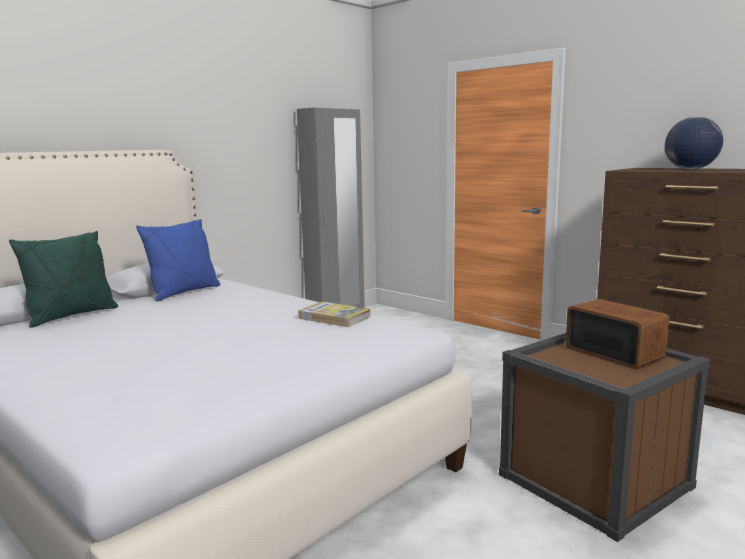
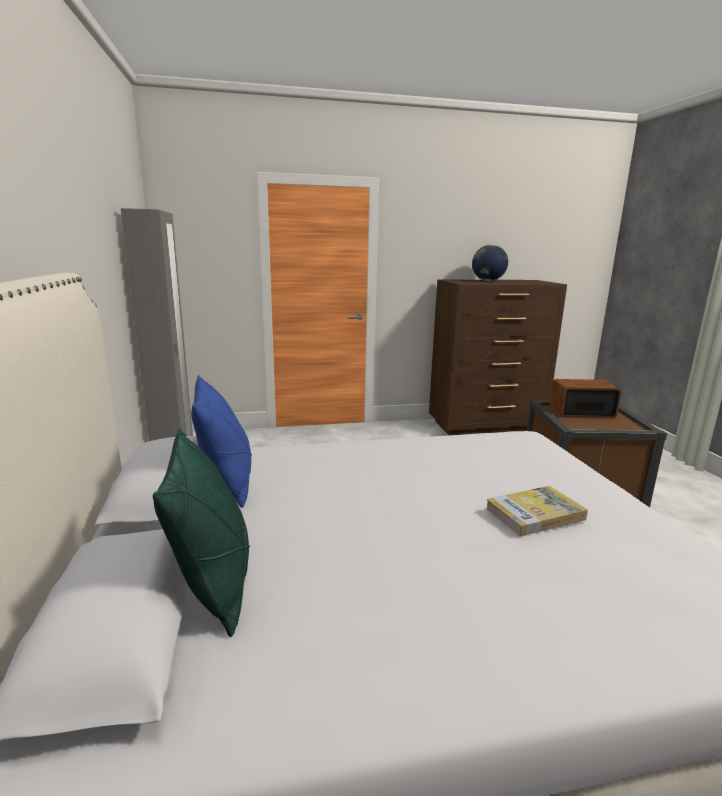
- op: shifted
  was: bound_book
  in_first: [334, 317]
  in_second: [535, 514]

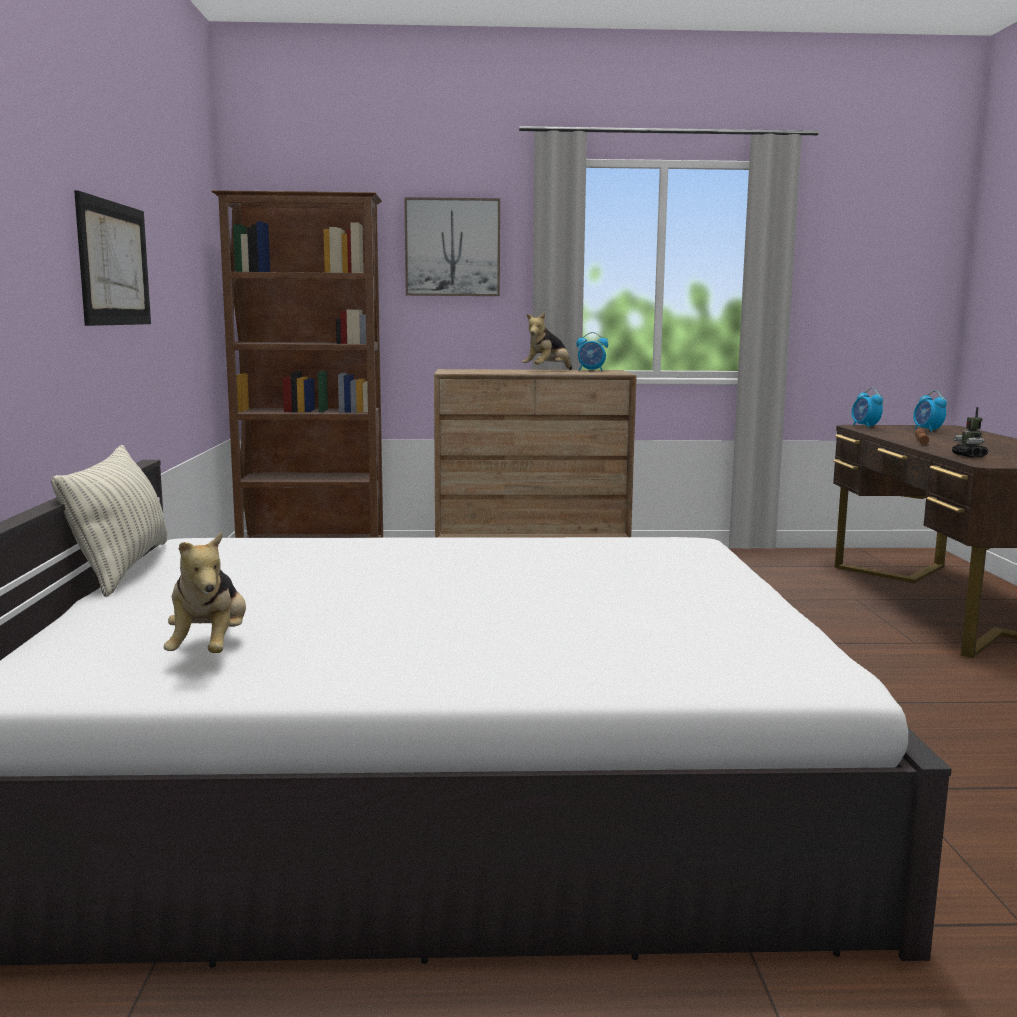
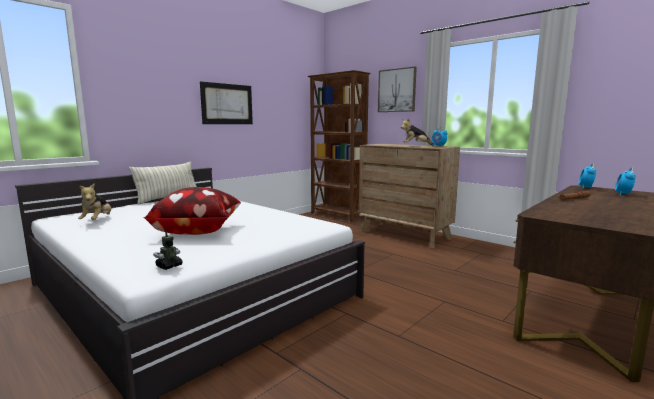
- op: new
  now: throw_pillow
  in_second: [197, 231]
- op: shifted
  was: toy_robot
  in_first: [969, 456]
  in_second: [169, 266]
- op: rotated
  was: plush_toy
  in_first: [210, 650]
  in_second: [97, 220]
  clockwise: -45

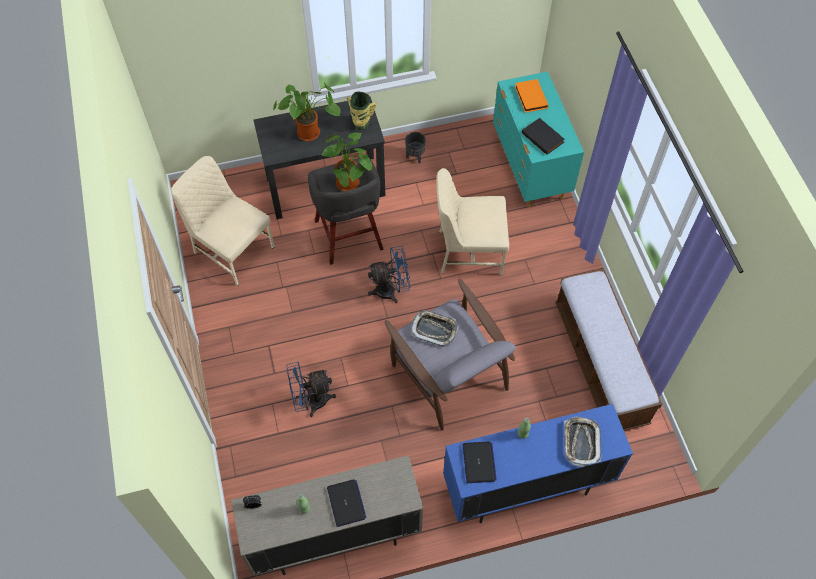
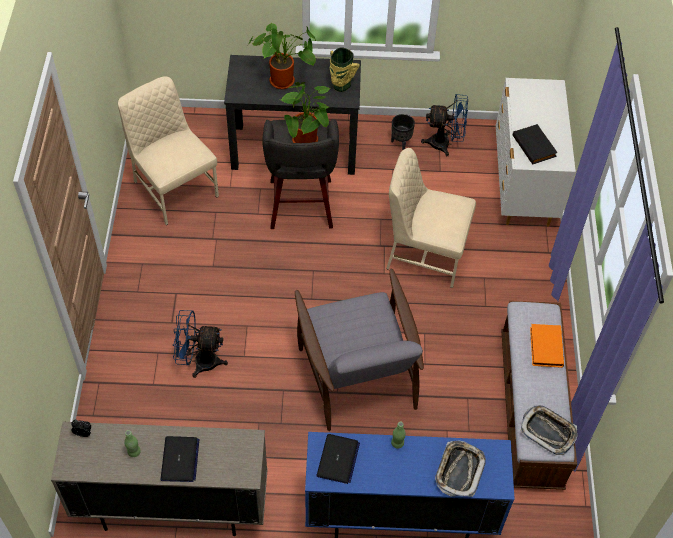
- op: shifted
  was: blue_fan
  in_first: [391, 290]
  in_second: [445, 144]
- op: shifted
  was: carrying_tray
  in_first: [434, 329]
  in_second: [548, 431]
- op: shifted
  was: orangey_bound_book
  in_first: [530, 97]
  in_second: [545, 347]
- op: repainted
  was: turquoise-coloured_chest_of_drawers
  now: whitish_chest_of_drawers
  in_first: [530, 169]
  in_second: [523, 186]

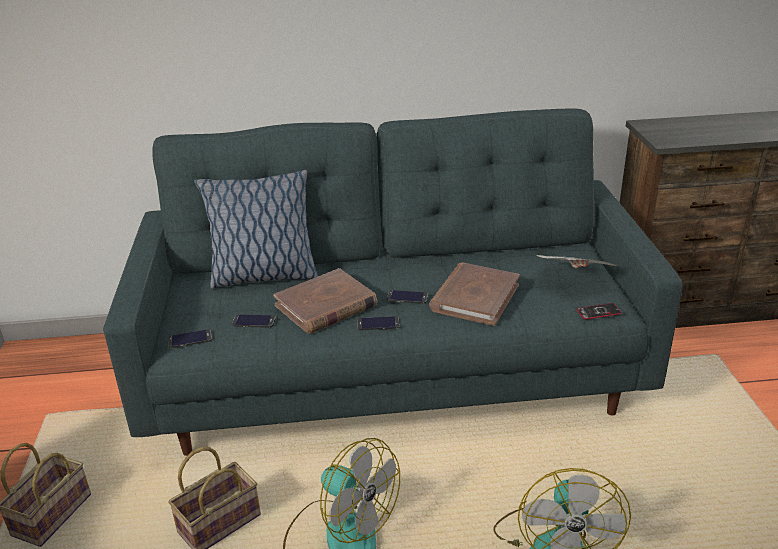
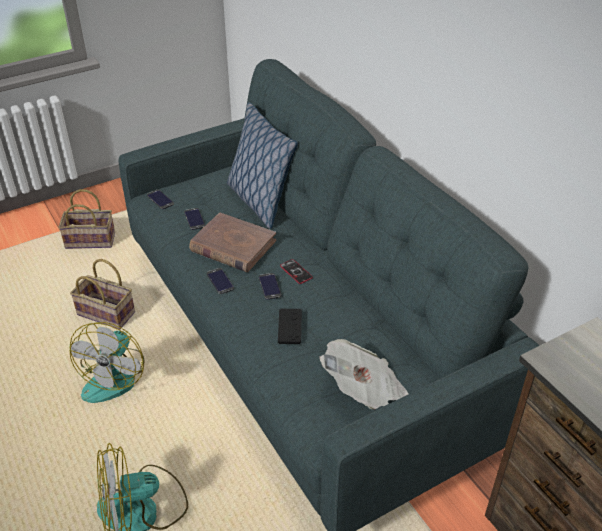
- op: shifted
  was: phone
  in_first: [598, 312]
  in_second: [296, 272]
- op: swapped
  was: brownish_bound_book
  now: blackish_game_controller
  in_first: [474, 297]
  in_second: [290, 327]

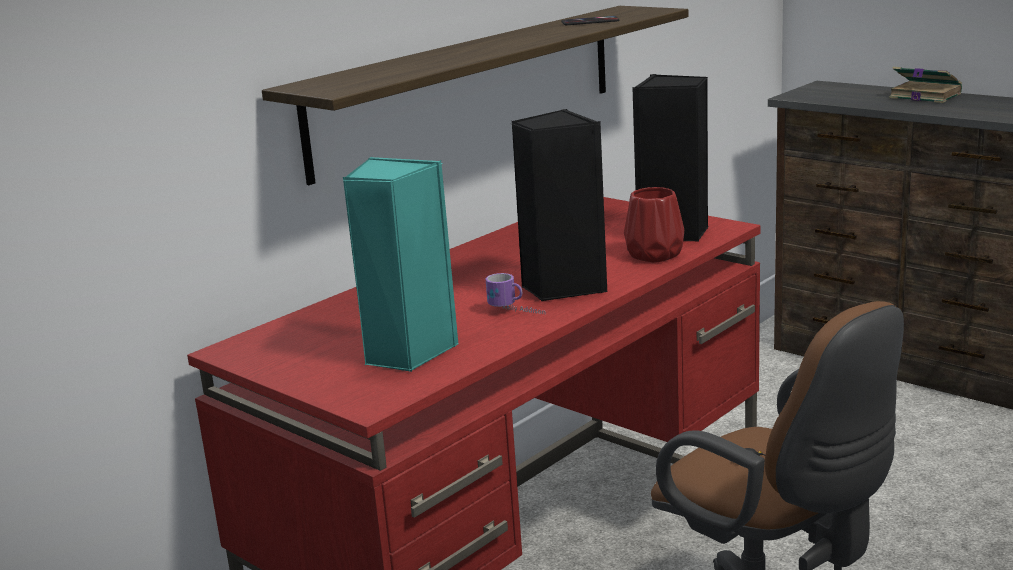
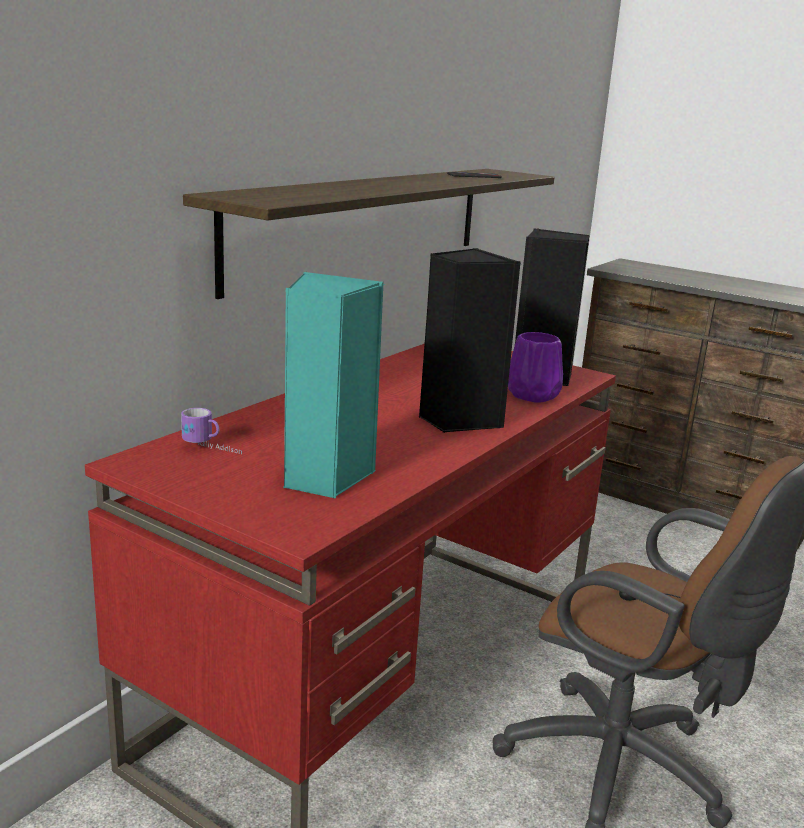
- op: gone
  was: bound_book
  in_first: [923, 96]
- op: shifted
  was: mug
  in_first: [517, 312]
  in_second: [212, 449]
- op: repainted
  was: red-coloured_decorative_vase
  now: purplish_decorative_vase
  in_first: [655, 255]
  in_second: [534, 395]

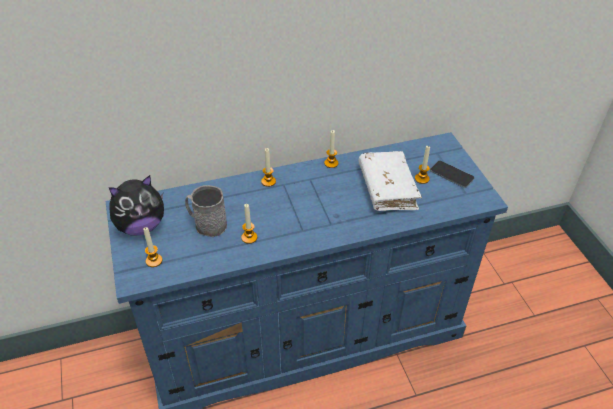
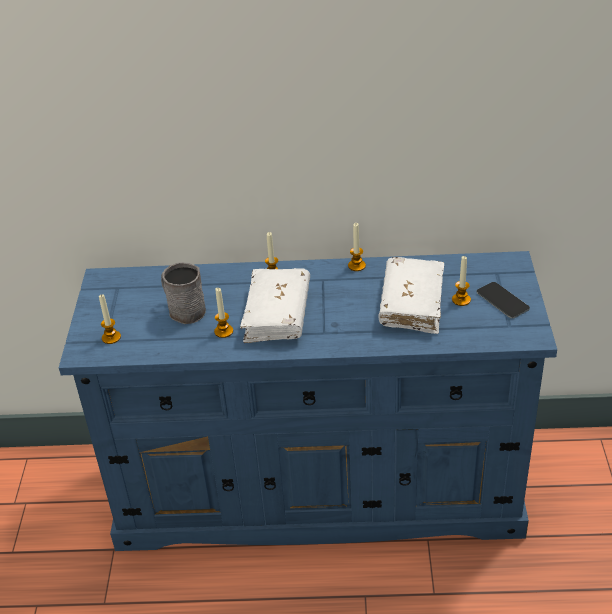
- op: gone
  was: plush_toy
  in_first: [141, 226]
- op: new
  now: whitish_bound_book
  in_second: [277, 314]

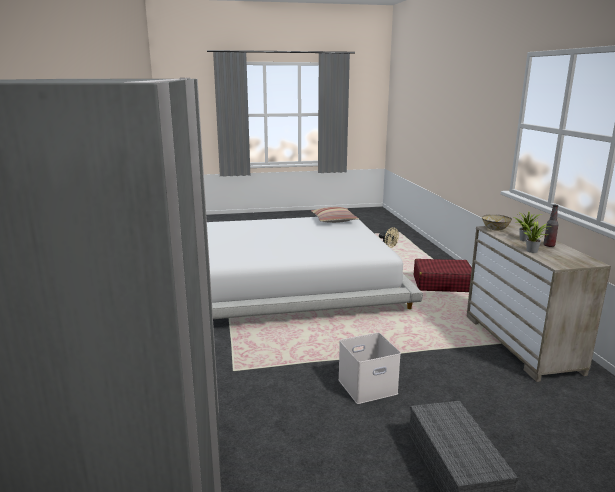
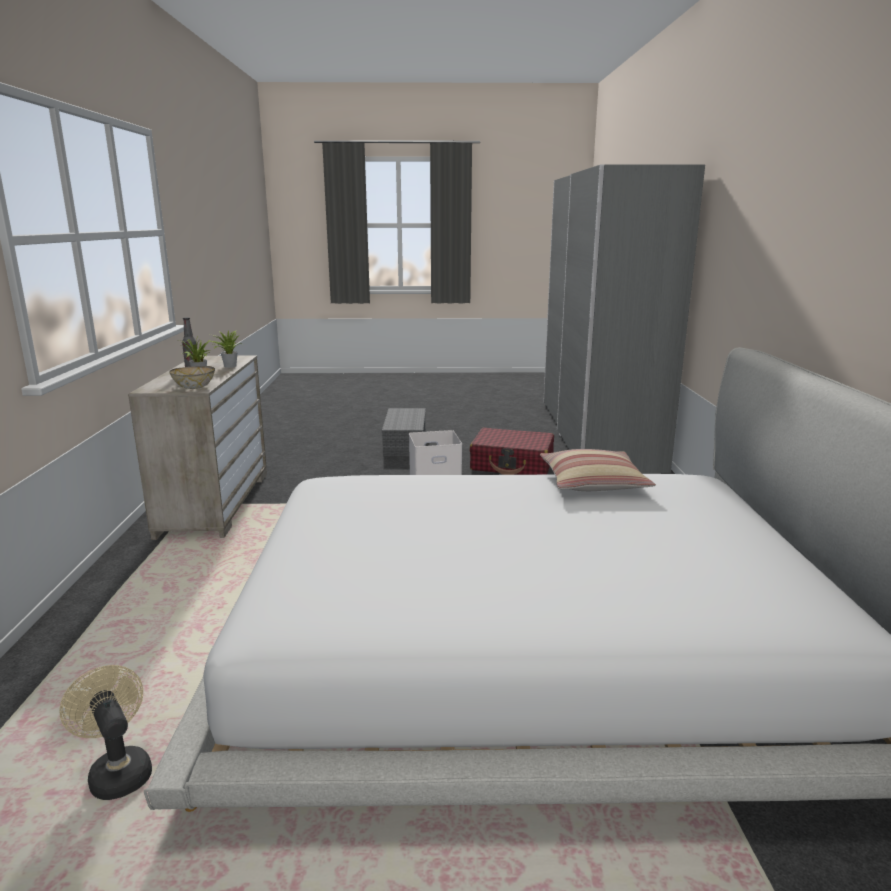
- op: shifted
  was: throw_pillow
  in_first: [334, 220]
  in_second: [593, 483]
- op: shifted
  was: red-coloured_piece_of_luggage
  in_first: [442, 284]
  in_second: [512, 464]

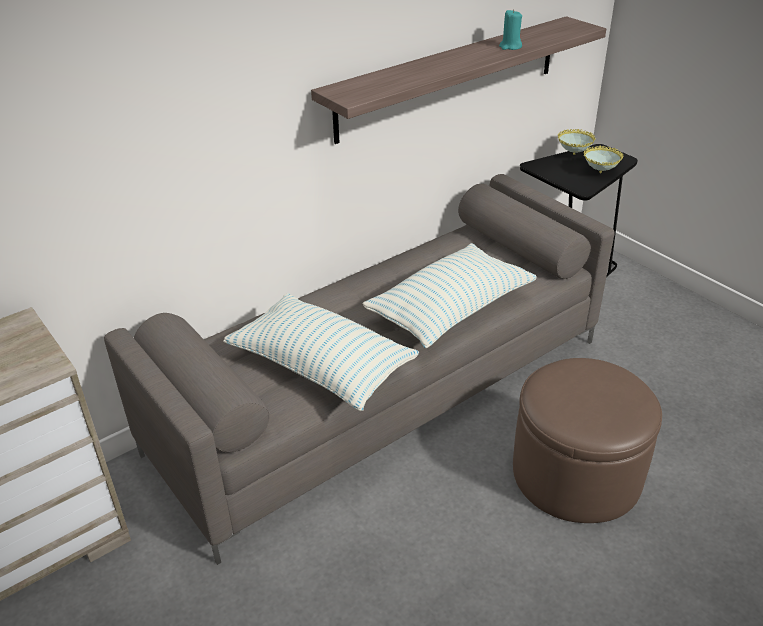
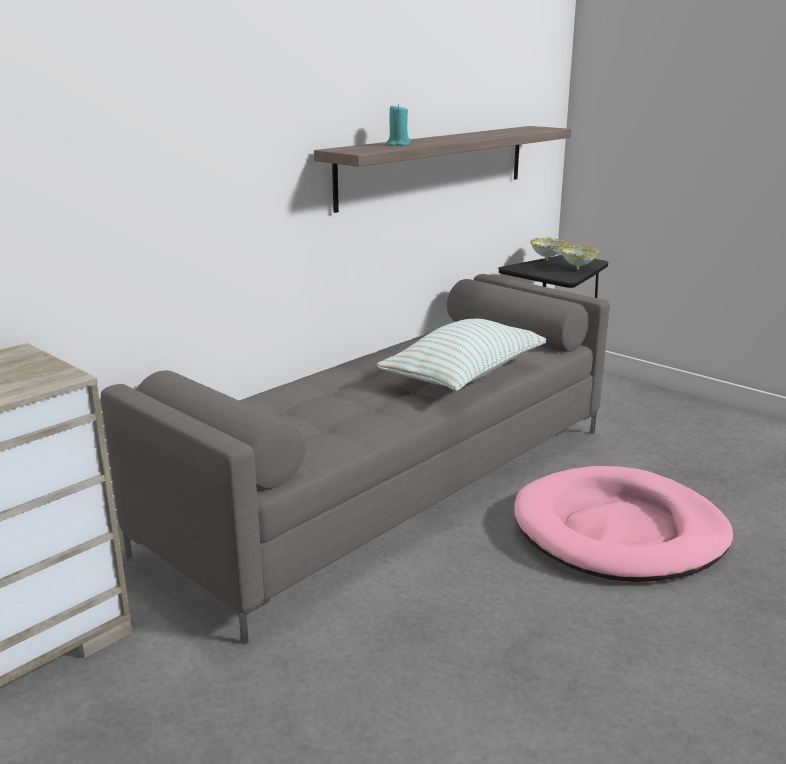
- op: gone
  was: throw_pillow
  in_first: [321, 367]
- op: shifted
  was: turquoise-coloured_wax_light
  in_first: [510, 47]
  in_second: [398, 144]
- op: swapped
  was: brownish_pouffe
  now: pink-coloured_dog_bed
  in_first: [576, 473]
  in_second: [619, 531]

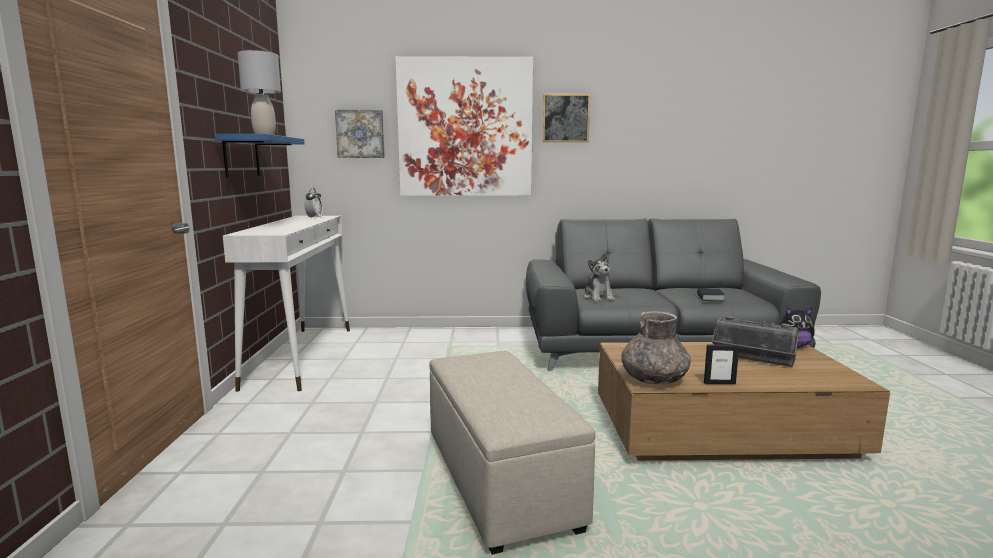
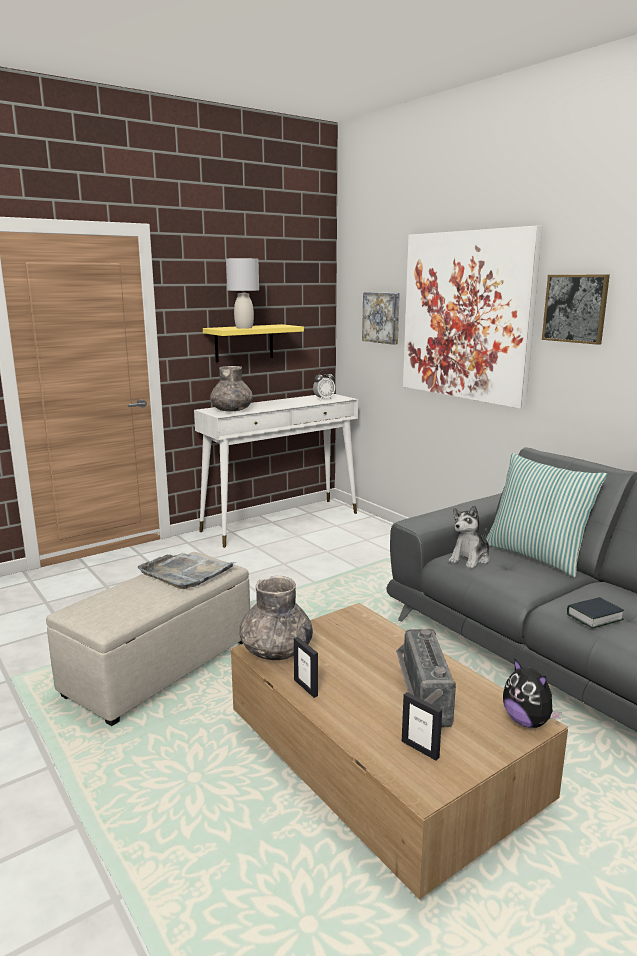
- op: new
  now: gray_carrying_tray
  in_second: [185, 572]
- op: new
  now: gray_decorative_vase
  in_second: [232, 410]
- op: new
  now: photo_frame
  in_second: [420, 749]
- op: new
  now: throw_pillow
  in_second: [536, 556]
- op: repainted
  was: blue_shelf
  now: yellow_shelf
  in_first: [241, 156]
  in_second: [244, 343]

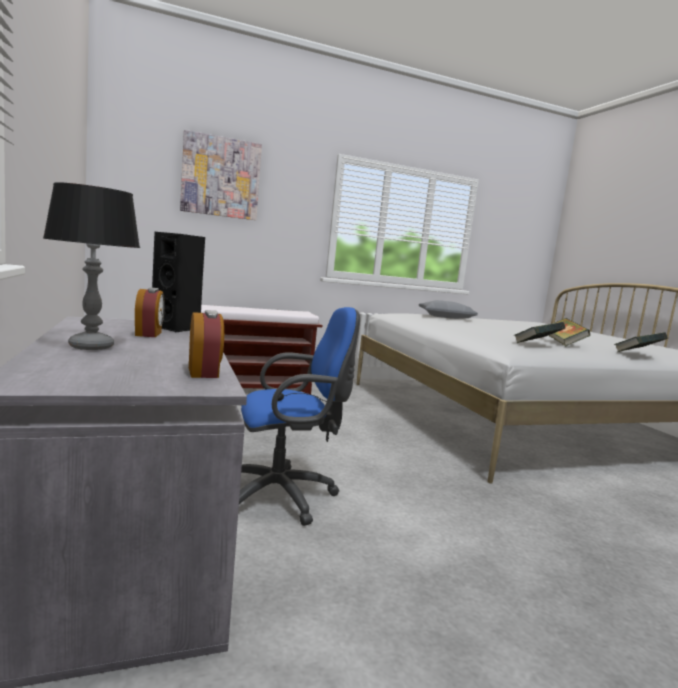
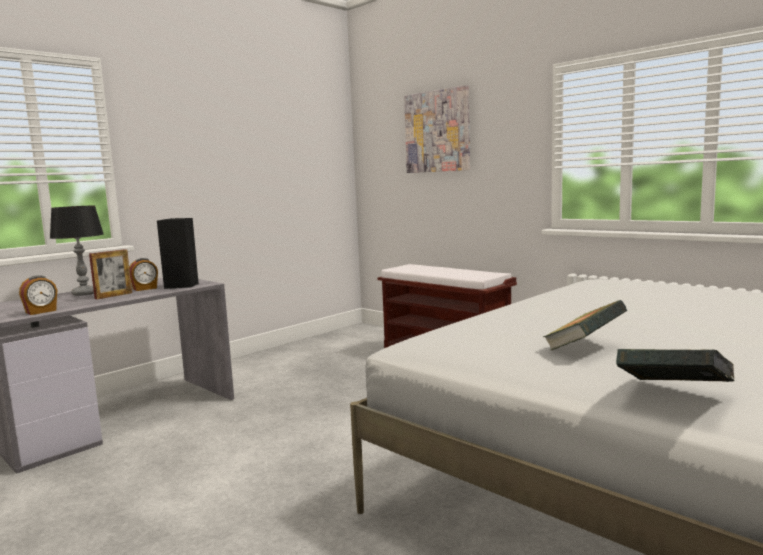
- op: gone
  was: blue_desk_chair
  in_first: [284, 496]
- op: gone
  was: gray_throw_pillow
  in_first: [445, 317]
- op: gone
  was: bound_book
  in_first: [536, 345]
- op: new
  now: photo_frame
  in_second: [113, 296]

